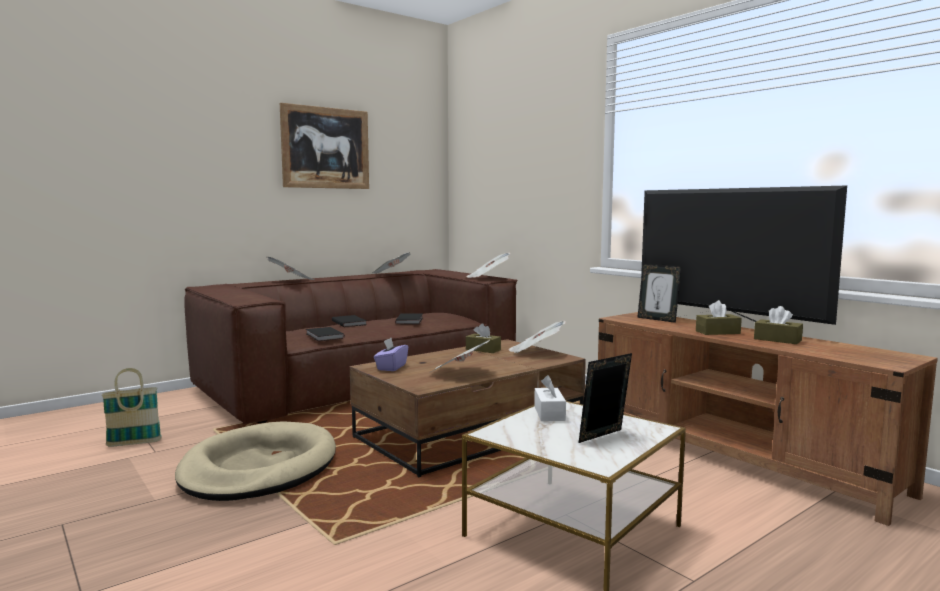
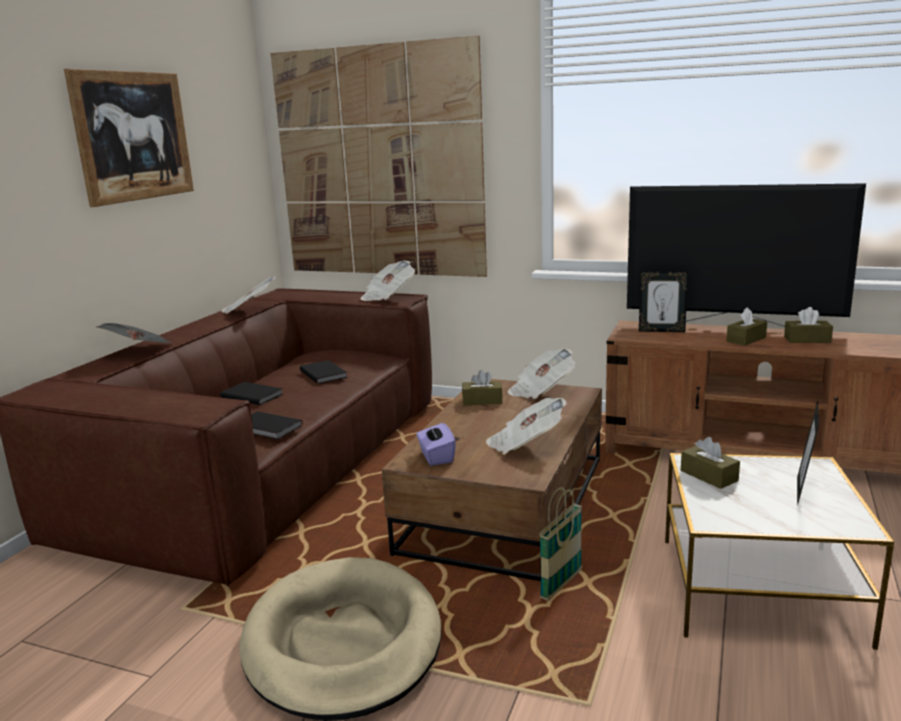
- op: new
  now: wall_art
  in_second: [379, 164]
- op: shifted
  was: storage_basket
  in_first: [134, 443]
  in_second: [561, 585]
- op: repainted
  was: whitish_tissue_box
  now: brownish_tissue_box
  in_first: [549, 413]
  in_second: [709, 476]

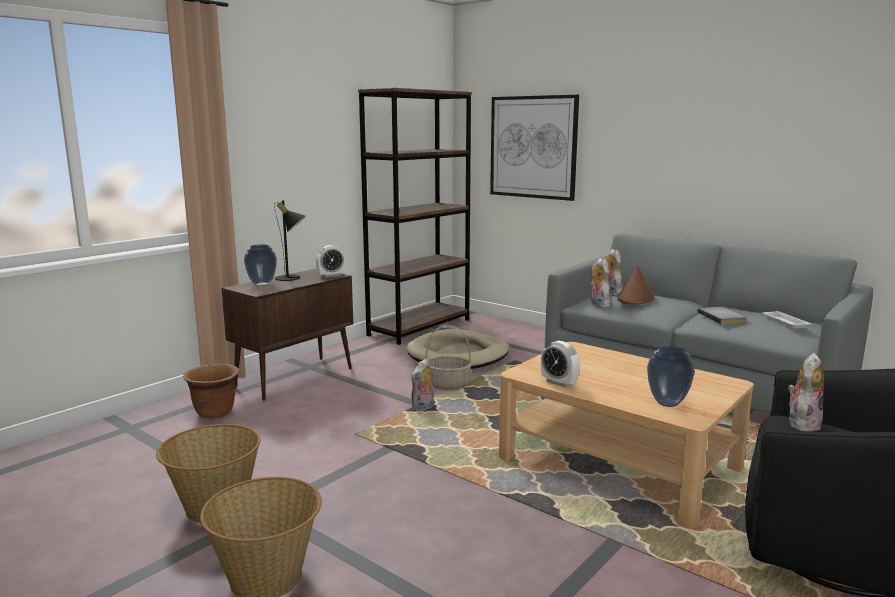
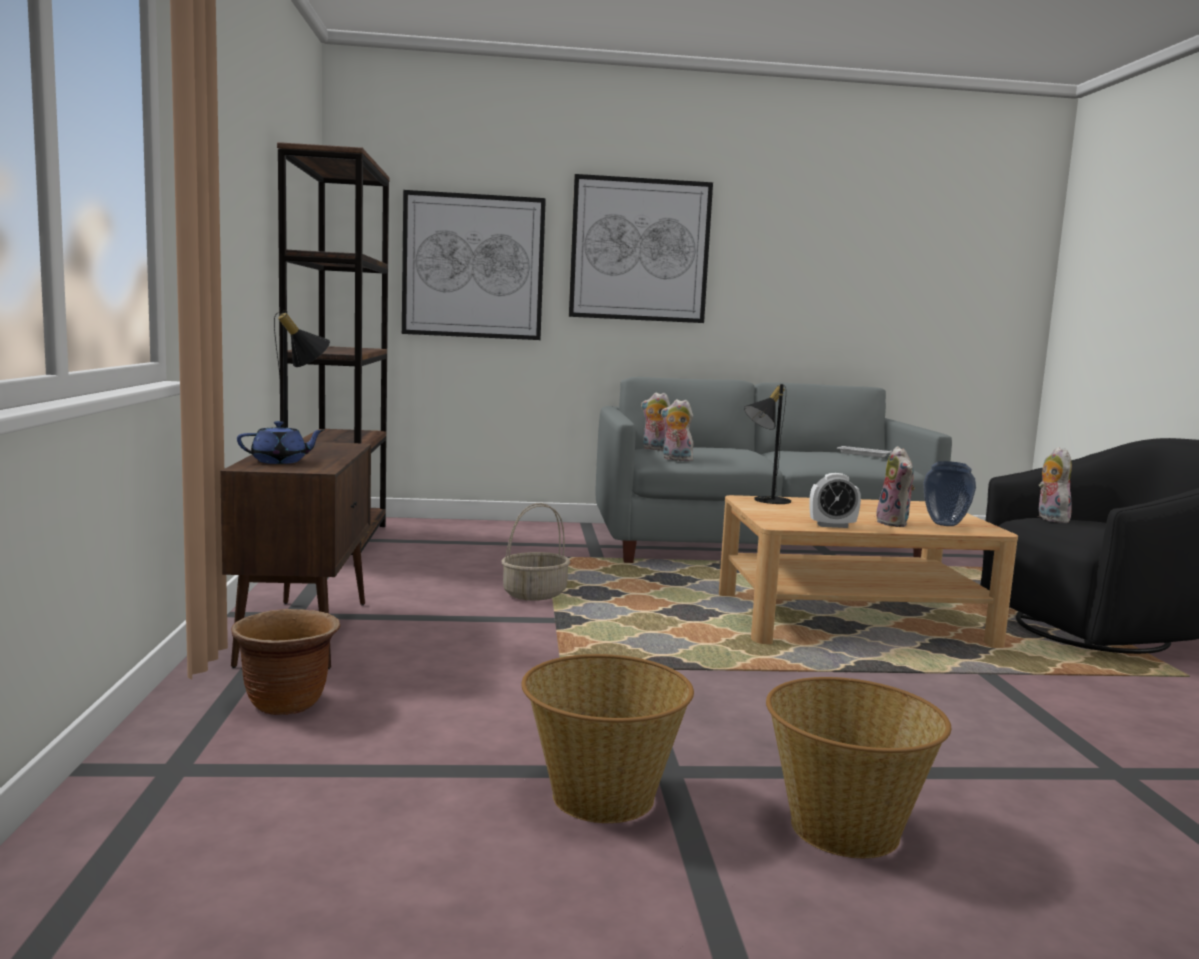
- op: gone
  was: alarm_clock
  in_first: [331, 276]
- op: gone
  was: beige-coloured_dog_bed
  in_first: [458, 355]
- op: gone
  was: brownish_wearable_hat
  in_first: [635, 298]
- op: gone
  was: gray_bound_book
  in_first: [722, 317]
- op: new
  now: wall_art
  in_second: [640, 250]
- op: new
  now: blackish_table_lamp
  in_second: [765, 500]
- op: shifted
  was: plush_toy
  in_first: [423, 408]
  in_second: [895, 523]
- op: swapped
  was: decorative_vase
  now: blue_tea_pot
  in_first: [262, 284]
  in_second: [280, 461]

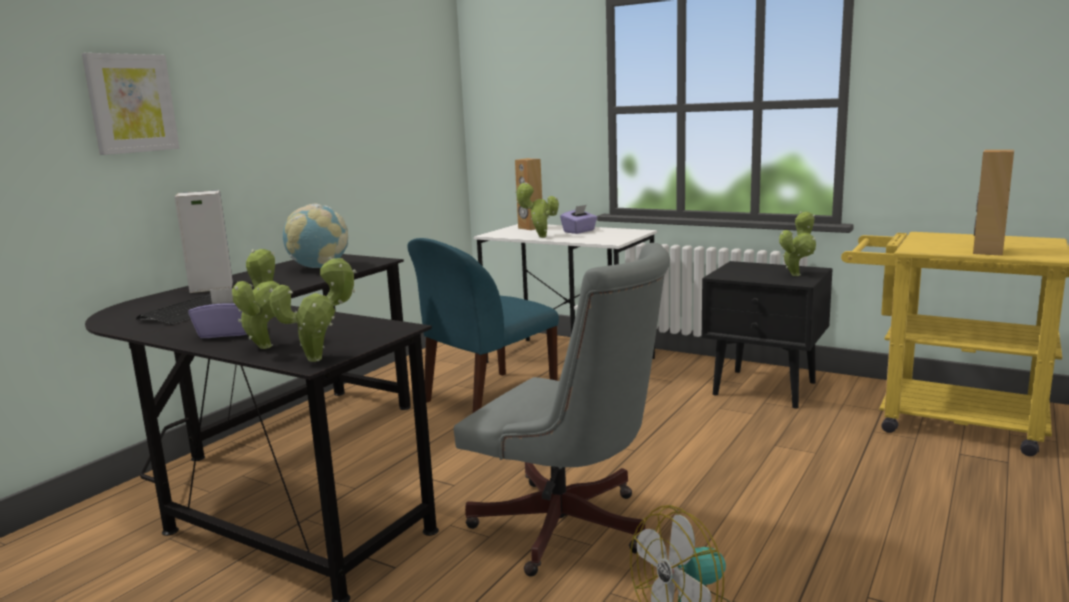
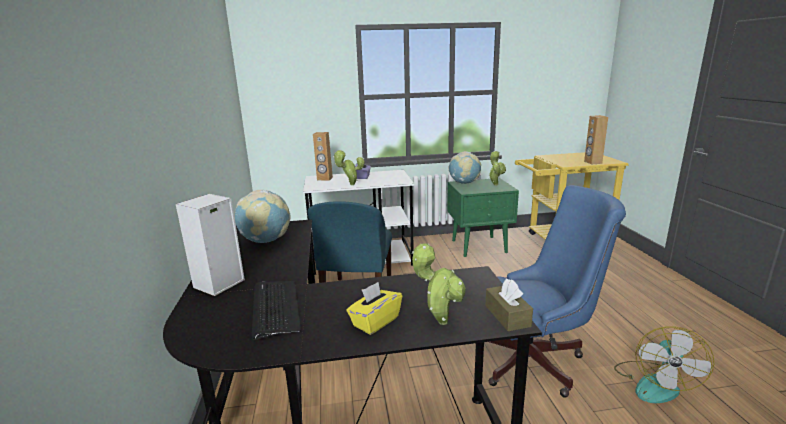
- op: gone
  was: wall_art
  in_first: [131, 103]
- op: new
  now: desk_globe
  in_second: [464, 183]
- op: swapped
  was: potted_plant
  now: brownish_tissue_box
  in_first: [320, 358]
  in_second: [507, 316]
- op: repainted
  was: purplish_tissue_box
  now: yellow_tissue_box
  in_first: [227, 333]
  in_second: [375, 321]
- op: repainted
  was: gray_desk_chair
  now: blue_desk_chair
  in_first: [570, 530]
  in_second: [535, 360]
- op: repainted
  was: blackish_nightstand
  now: greenish_nightstand
  in_first: [766, 389]
  in_second: [480, 246]

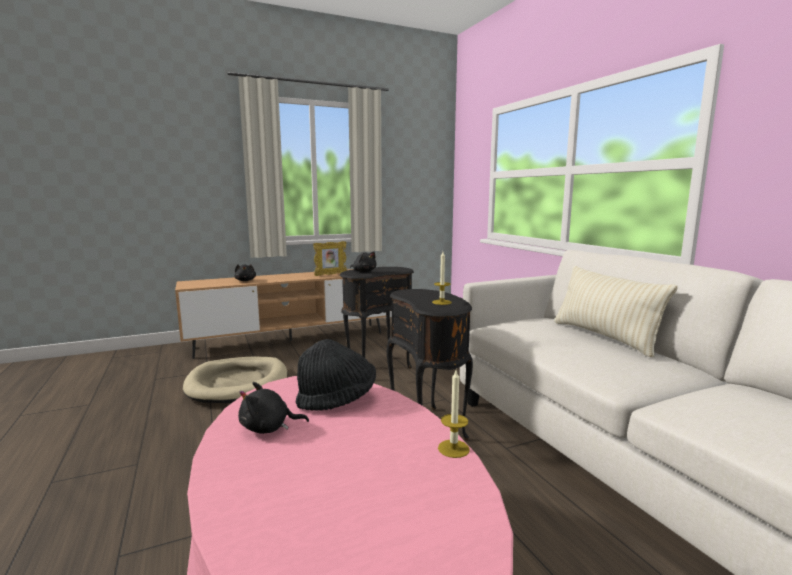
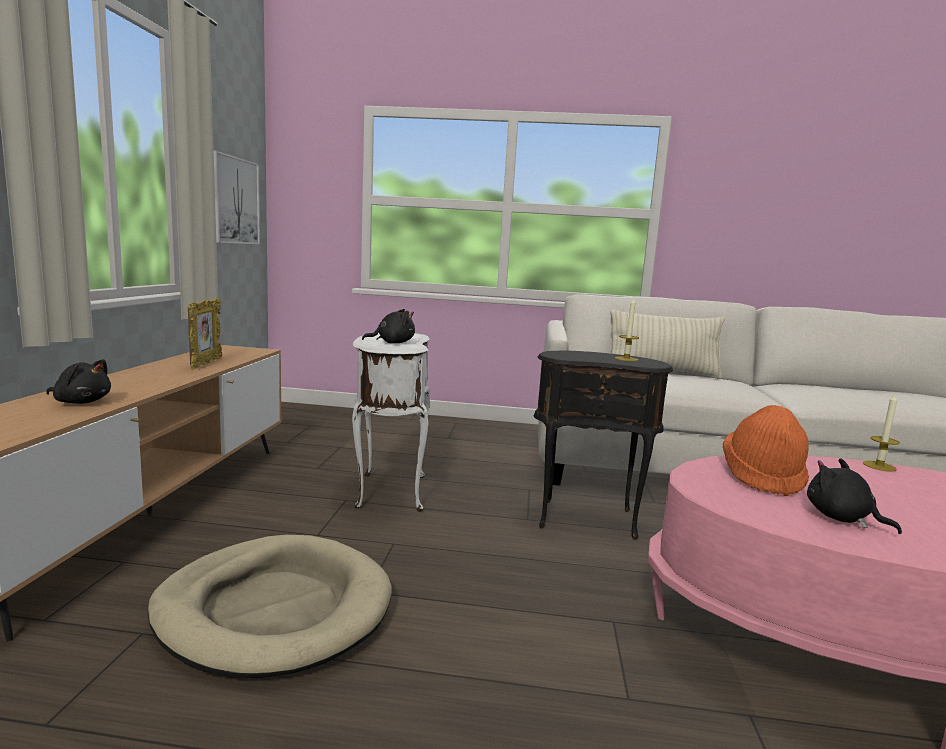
- op: new
  now: wall_art
  in_second: [234, 201]
- op: repainted
  was: blackish_wearable_hat
  now: orangey_wearable_hat
  in_first: [337, 399]
  in_second: [762, 477]
- op: repainted
  was: blackish_end_table
  now: whitish_end_table
  in_first: [376, 367]
  in_second: [388, 492]
- op: rotated
  was: blackish_plush_toy
  in_first: [268, 428]
  in_second: [842, 518]
  clockwise: 120

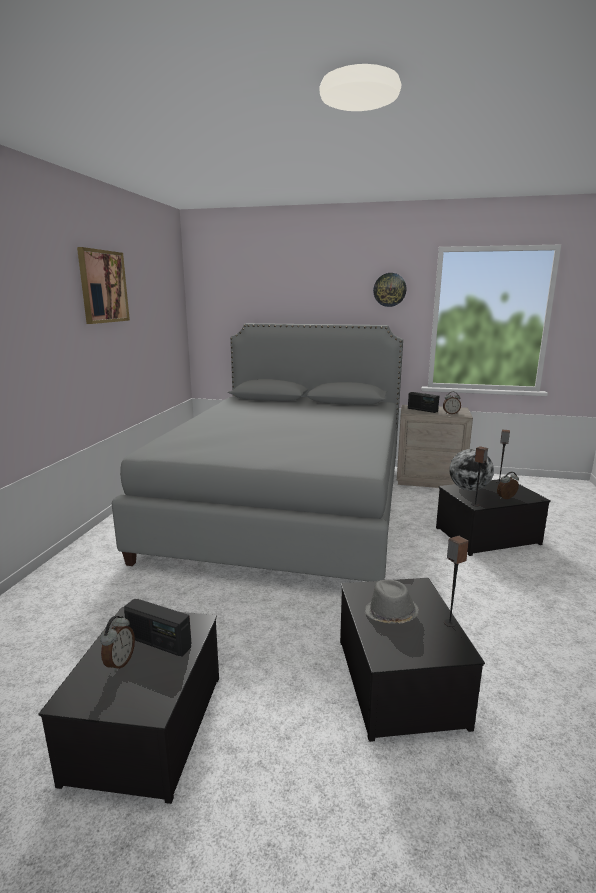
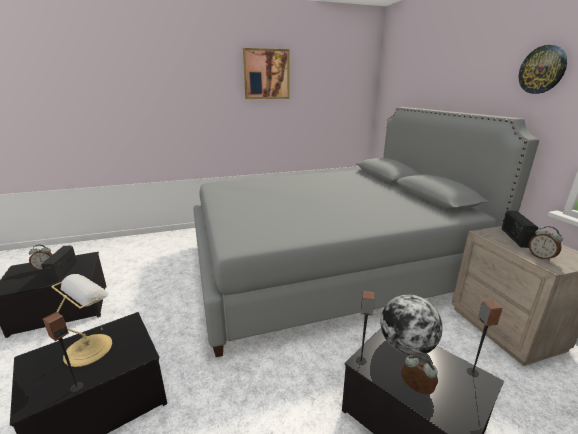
- op: swapped
  was: gray_wearable_hat
  now: table_lamp
  in_first: [390, 614]
  in_second: [91, 348]

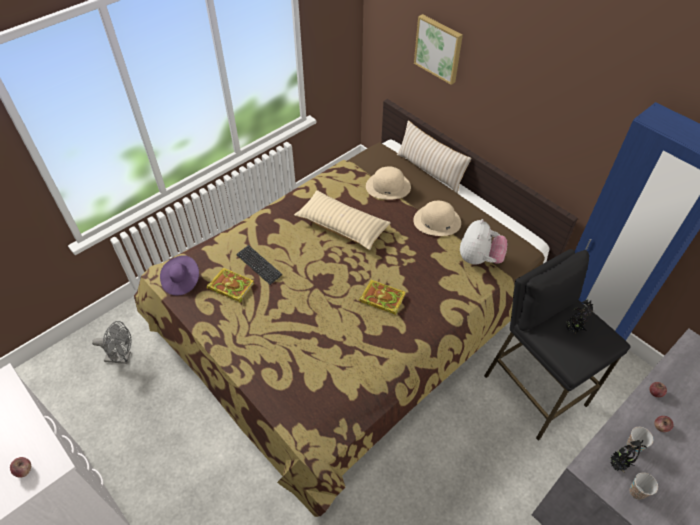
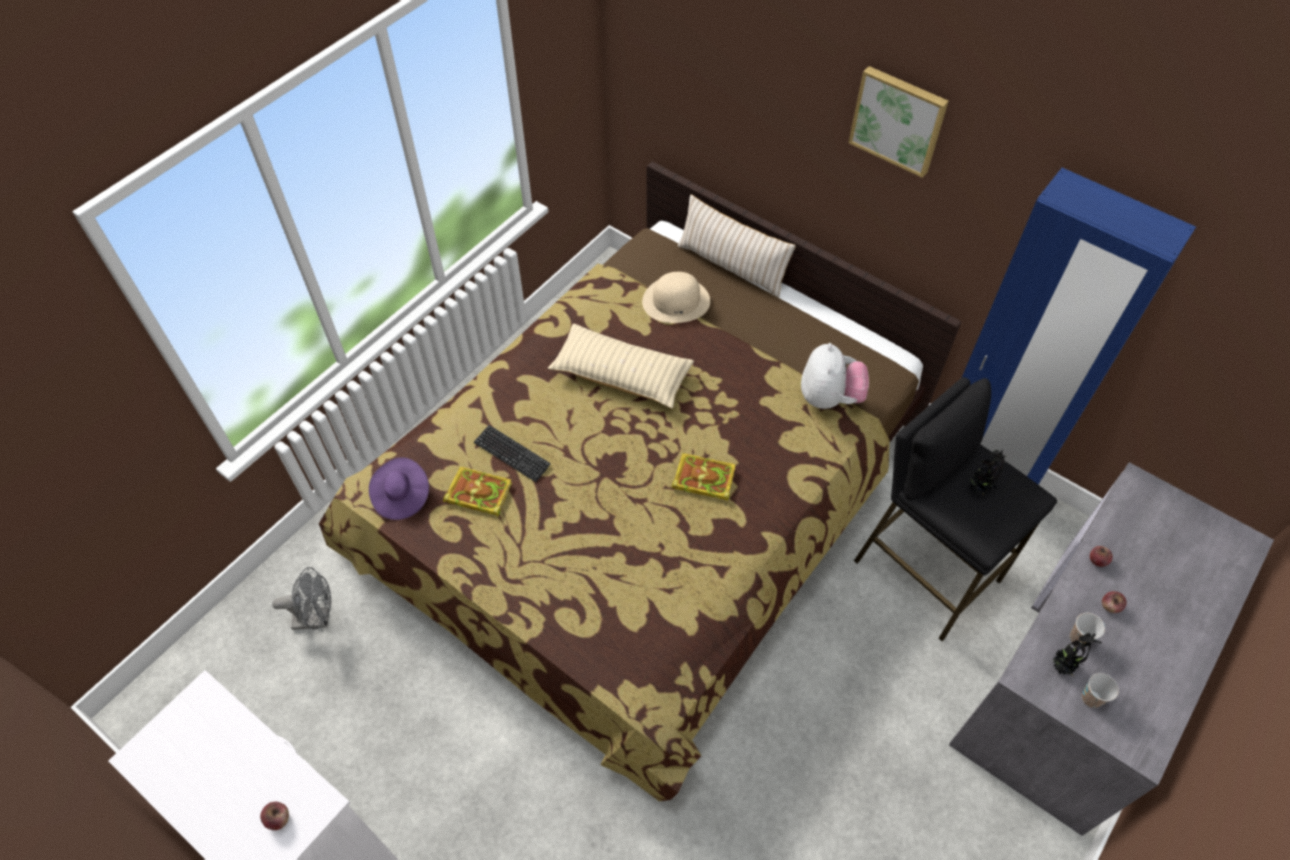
- op: gone
  was: beige-coloured_wearable_hat
  in_first: [437, 221]
- op: shifted
  was: wall_art
  in_first: [439, 48]
  in_second: [898, 120]

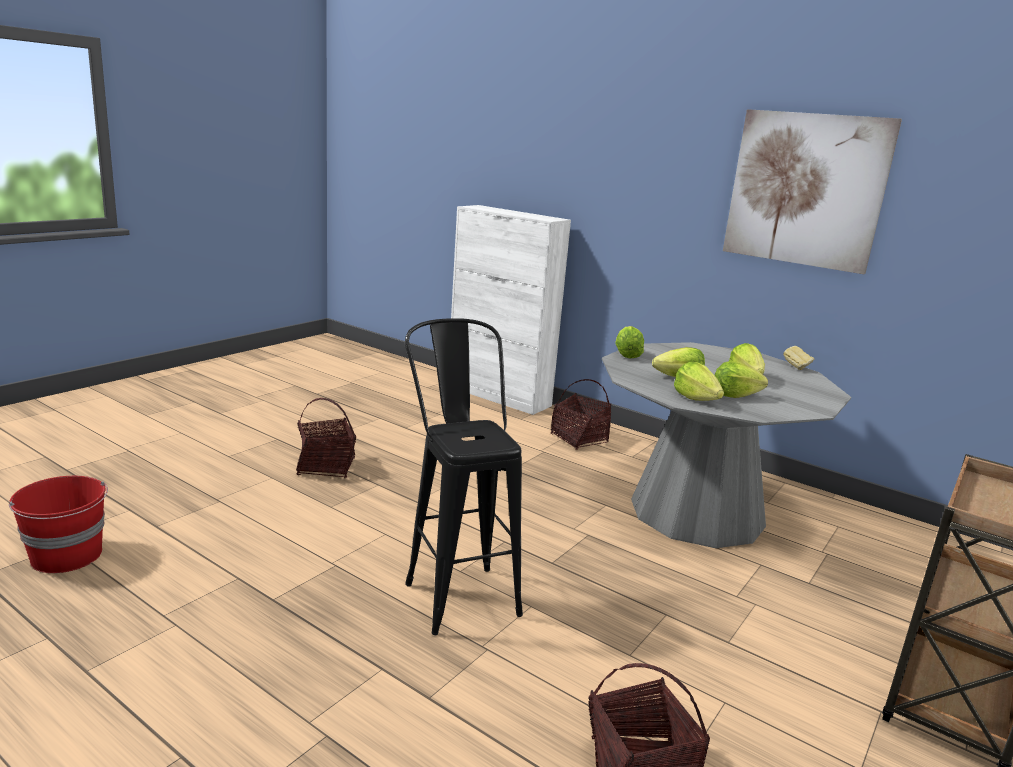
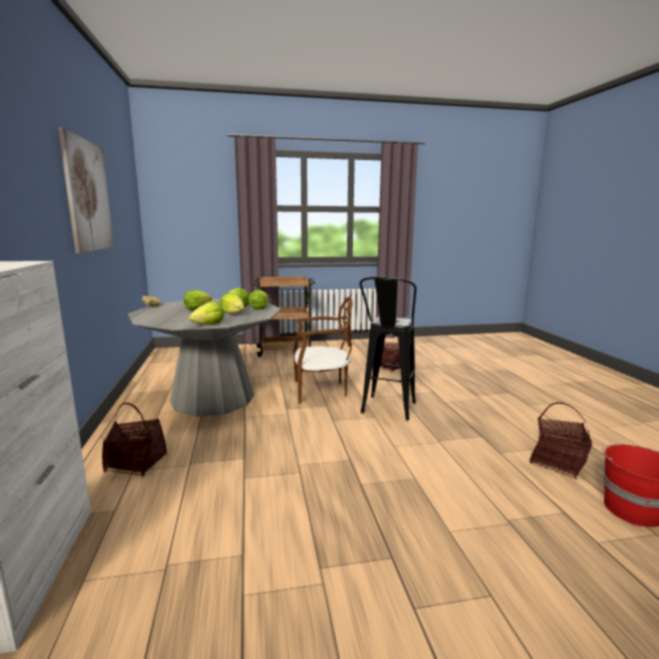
- op: new
  now: brownish_plain_chair
  in_second: [321, 390]
- op: shifted
  was: storage_basket
  in_first: [326, 467]
  in_second: [558, 462]

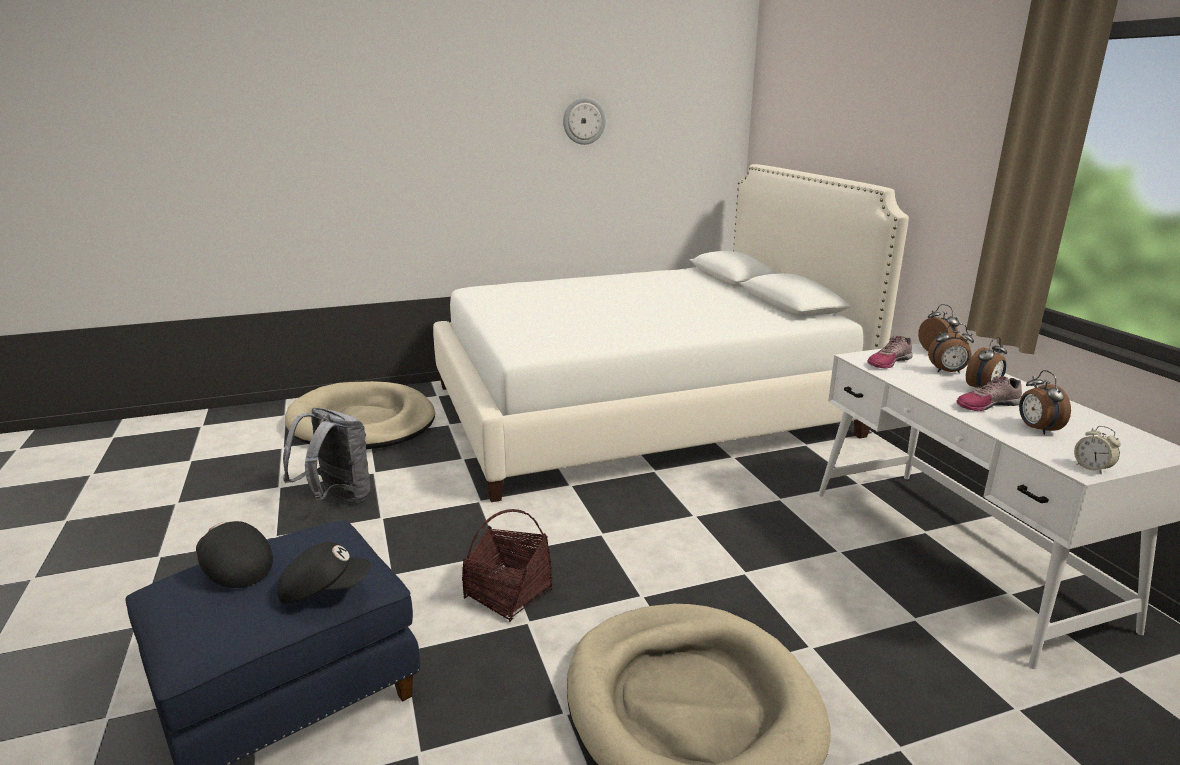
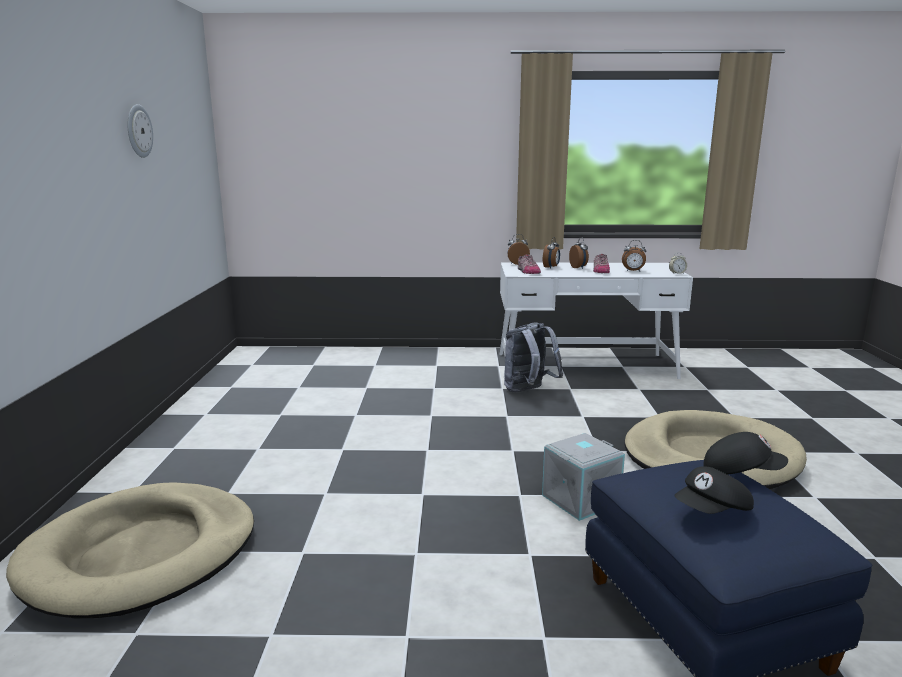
- op: gone
  was: whitish_sleeping_bed
  in_first: [641, 410]
- op: shifted
  was: gray_knapsack
  in_first: [336, 499]
  in_second: [528, 391]
- op: swapped
  was: storage_basket
  now: gray_storage_bin
  in_first: [509, 594]
  in_second: [580, 499]
- op: rotated
  was: blackish_peaked_cap
  in_first: [324, 589]
  in_second: [741, 471]
  clockwise: 90

